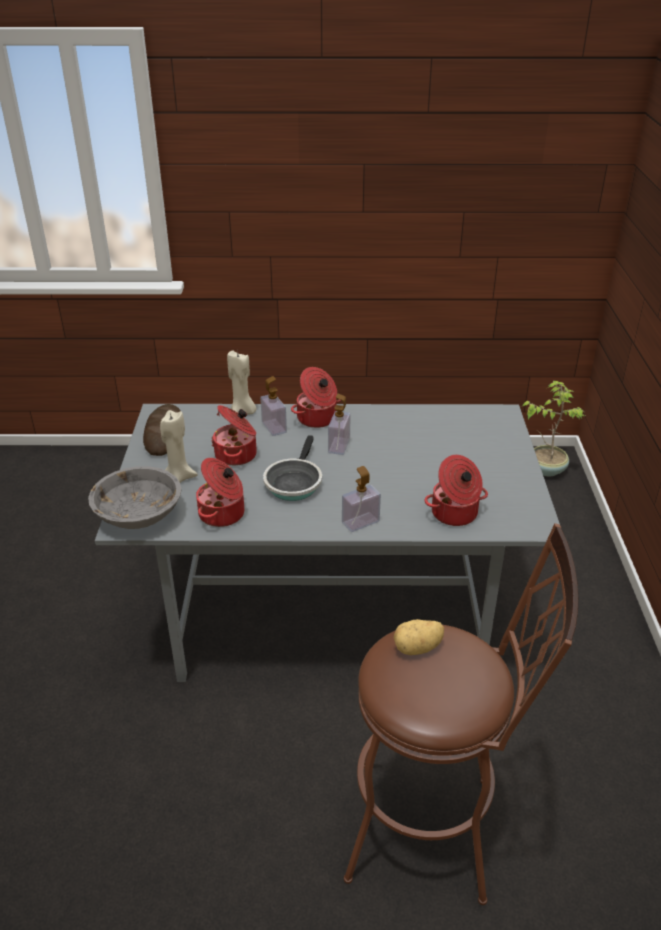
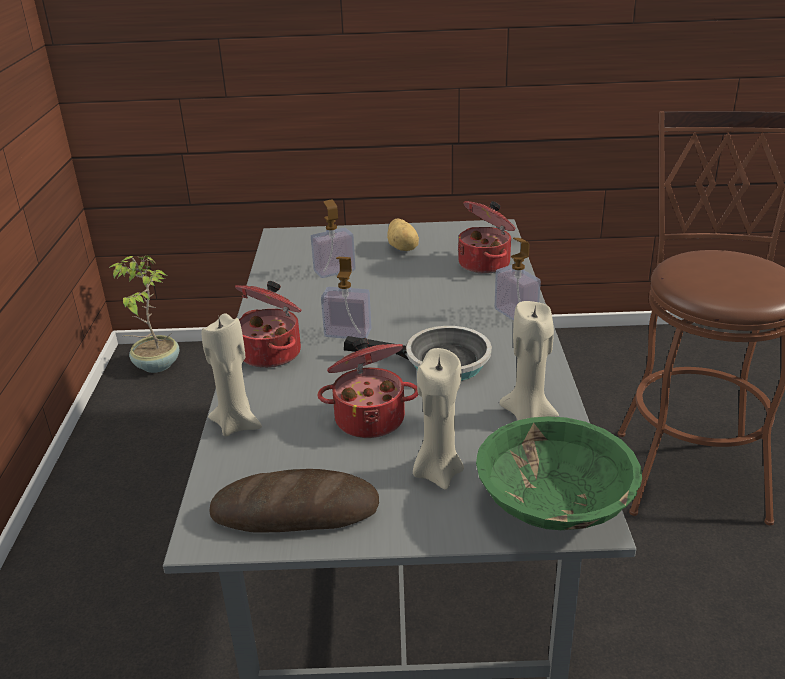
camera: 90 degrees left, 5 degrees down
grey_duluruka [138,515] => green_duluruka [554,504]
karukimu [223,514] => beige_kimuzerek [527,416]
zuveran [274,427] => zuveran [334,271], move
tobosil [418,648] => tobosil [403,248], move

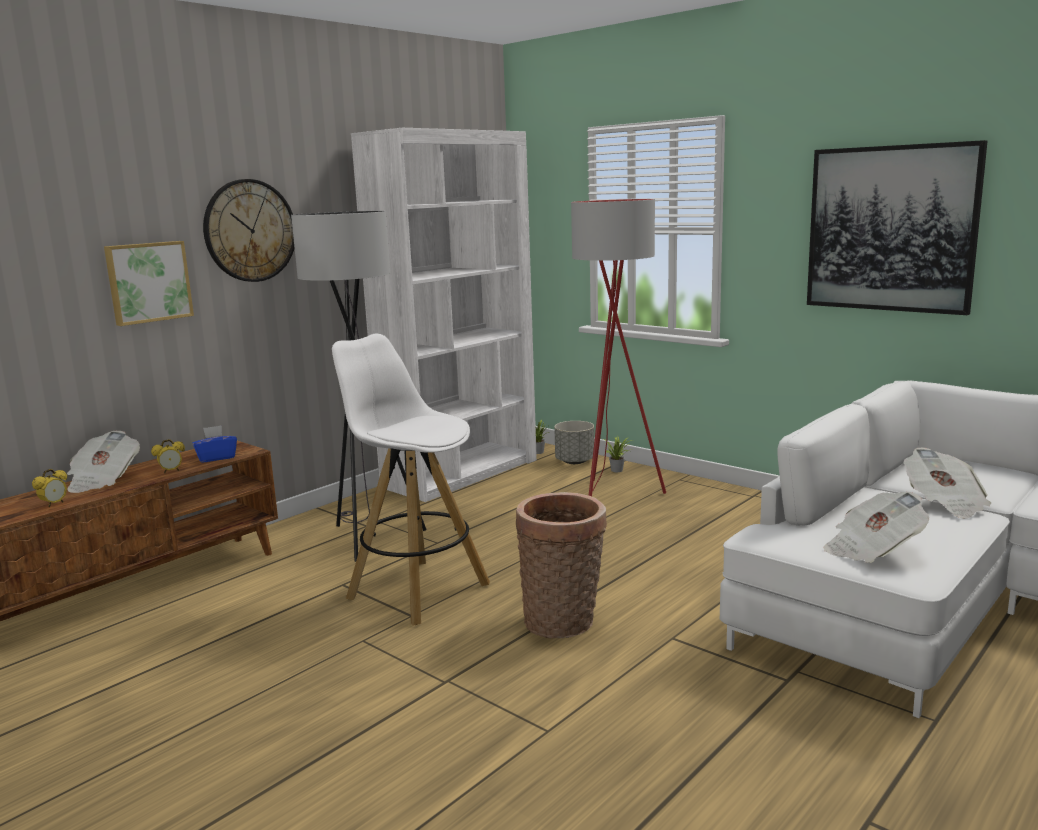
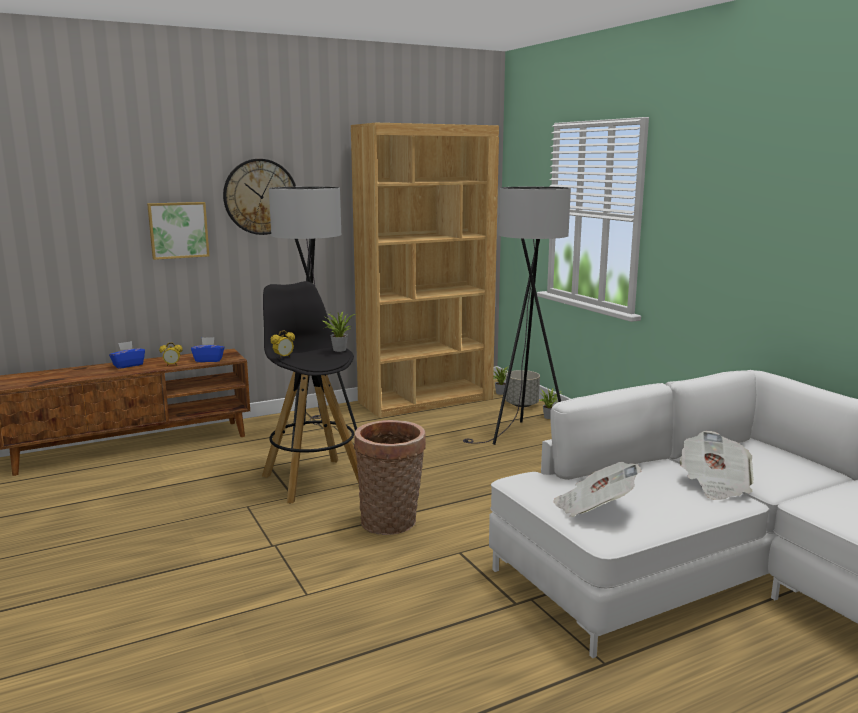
camera: 20 degrees right, 0 degrees up
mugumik [54,504] => mugumik [283,357], move
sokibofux [103,480] => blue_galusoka [128,365]
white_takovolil [416,590] => black_takovolil [313,480]
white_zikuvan [461,473] => brown_zikuvan [426,400]
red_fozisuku [612,497] => grey_fozisuku [523,437]
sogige [891,229] => nothing
nothing => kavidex [338,349]

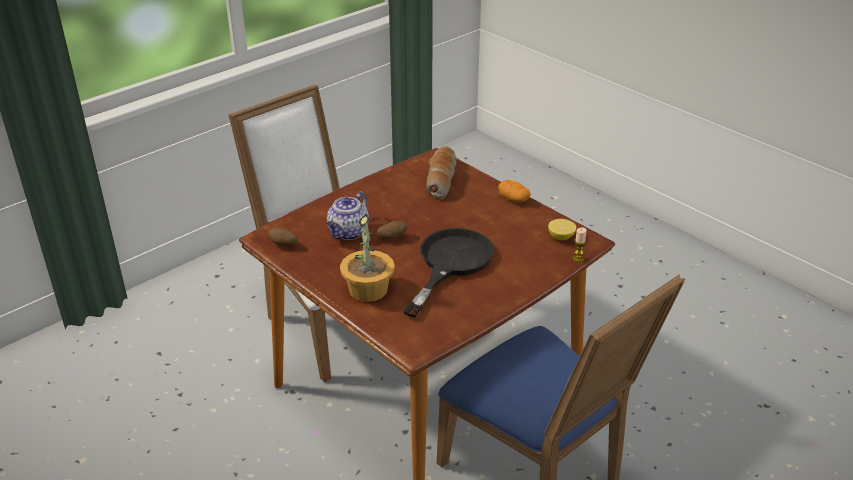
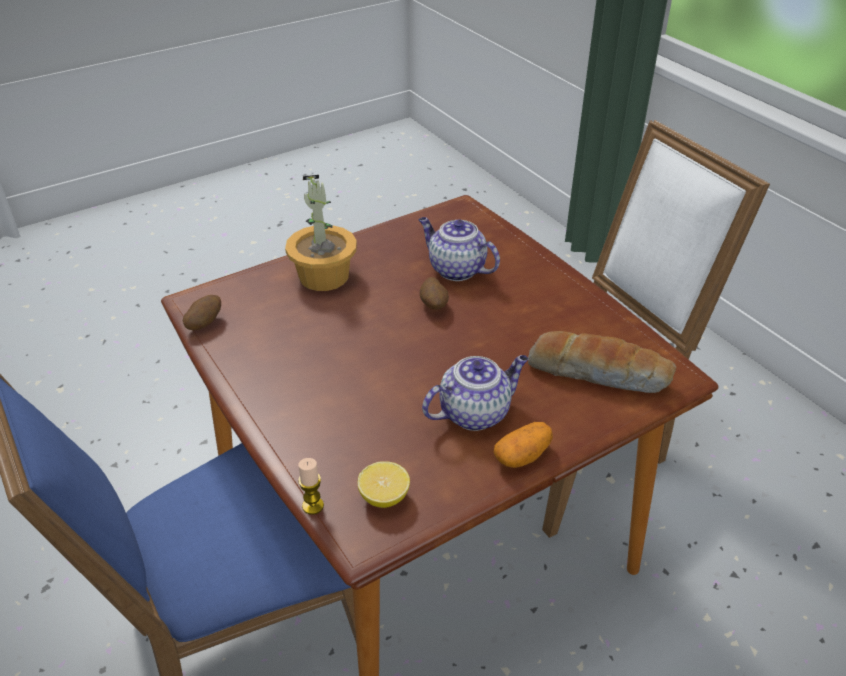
camera: 100 degrees right, 5 degrees up
tobosil [283,245] => tobosil [204,323], move
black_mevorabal [450,263] => nothing
nothing => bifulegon [475,412]

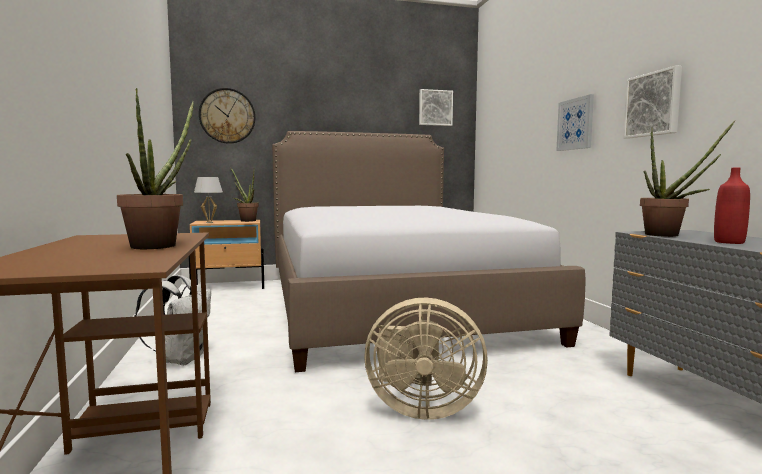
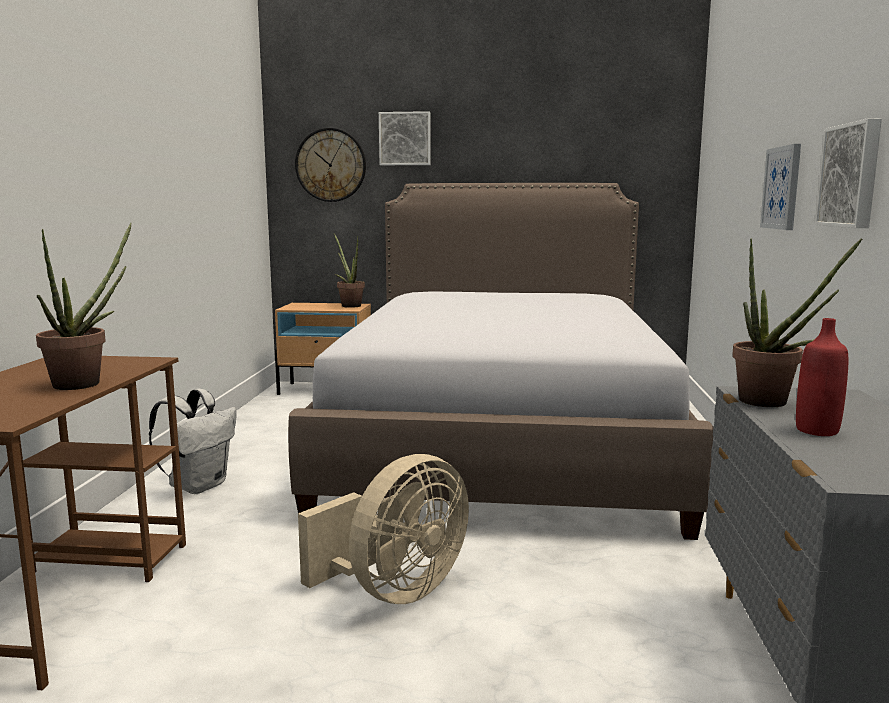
camera: 20 degrees right, 5 degrees up
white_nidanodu [209,222] => nothing
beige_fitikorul [420,408] => beige_fitikorul [395,591], 75 degrees counterclockwise
sogige [435,108] => sogige [405,139], move

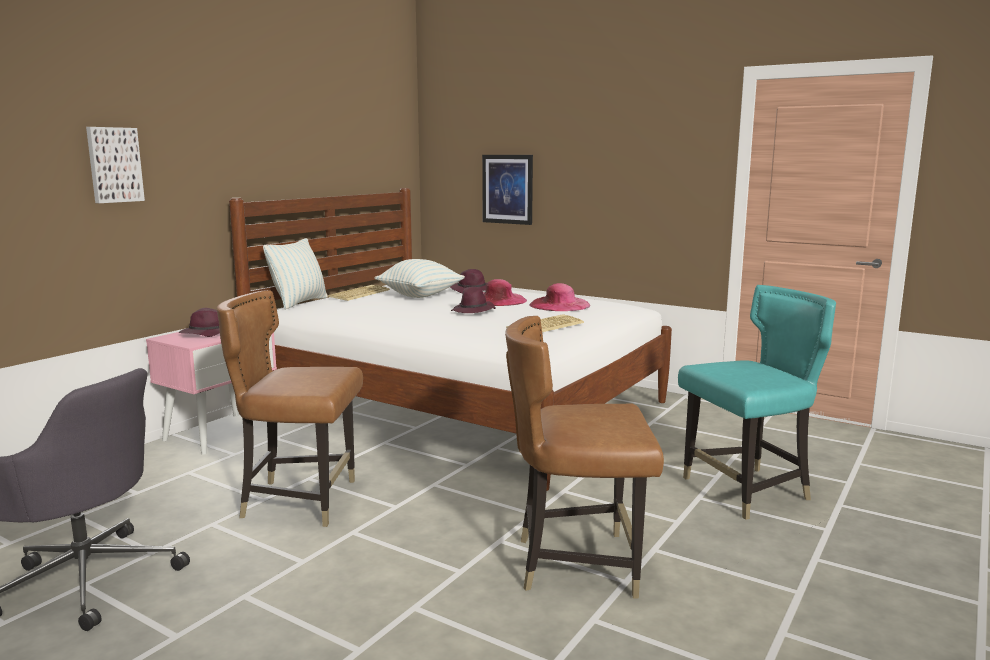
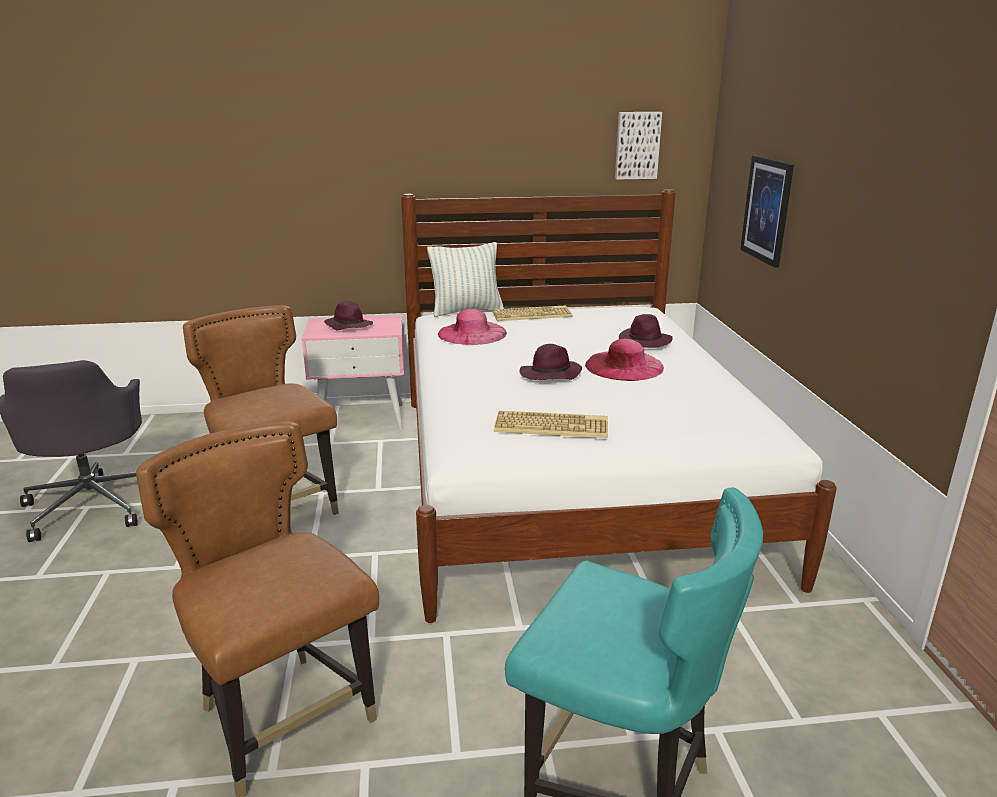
camera: 50 degrees right, 10 degrees up
sogige [114,165] => sogige [637,145], move
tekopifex [420,295] => nothing
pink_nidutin [559,305] => pink_nidutin [472,333], move

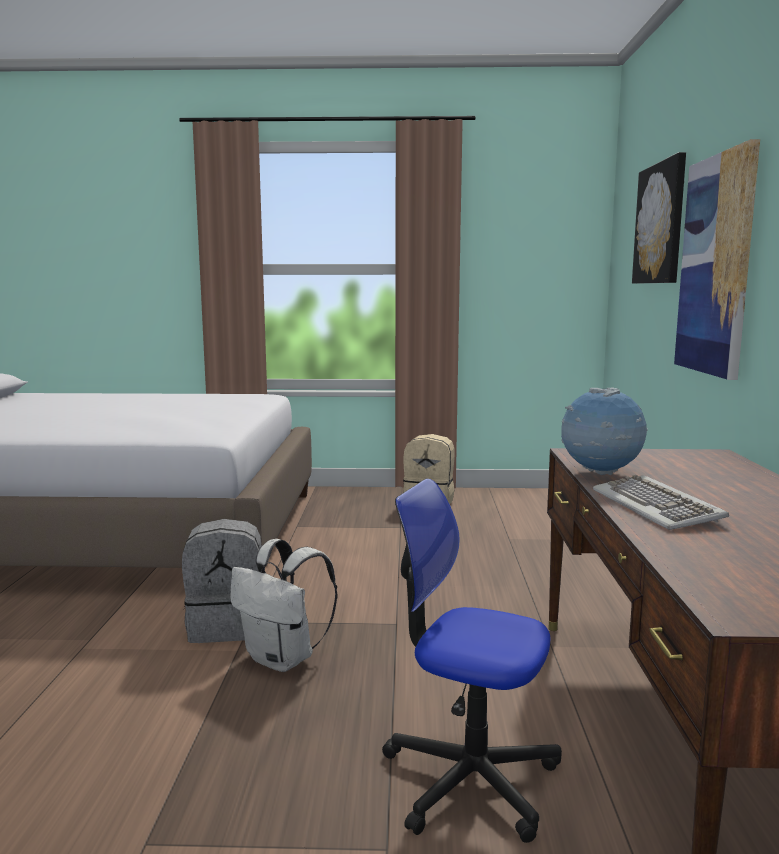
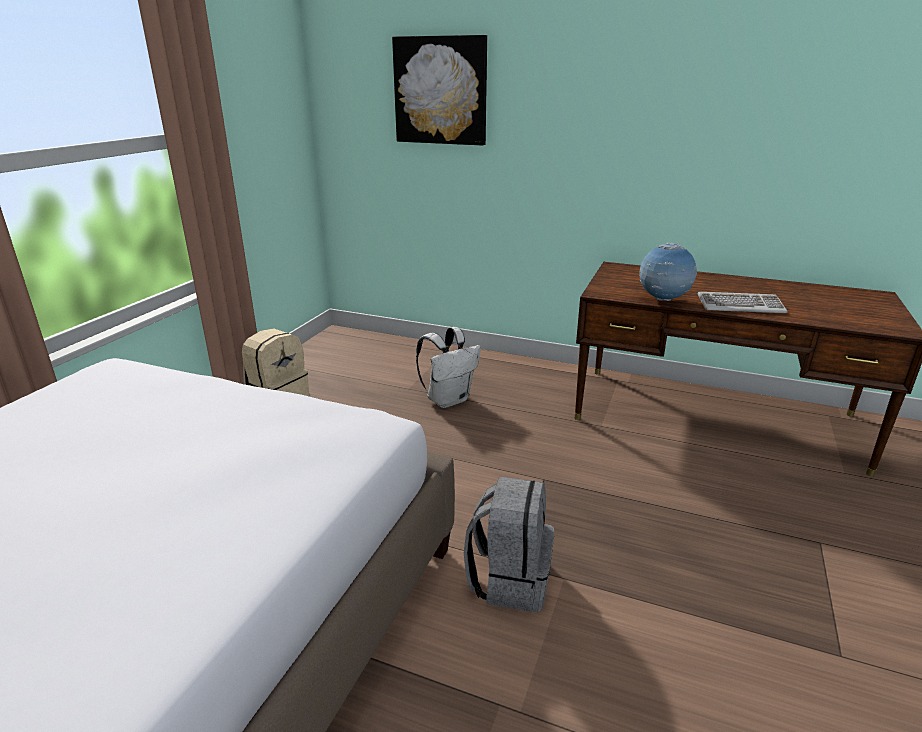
camera: 70 degrees left, 15 degrees up
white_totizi [283,659] => white_totizi [448,399], move
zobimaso [470,778] => nothing
sogige [716,265] => nothing

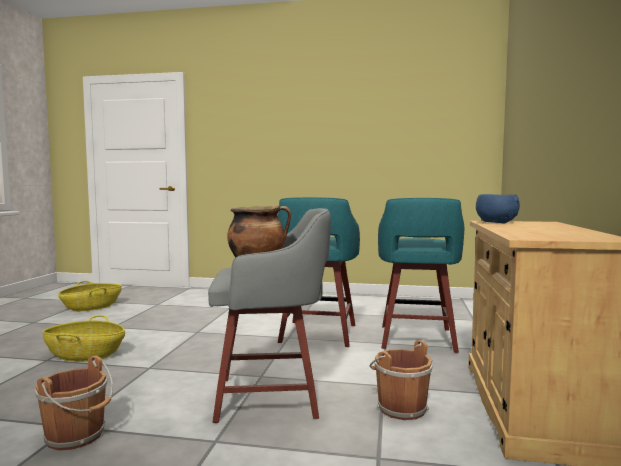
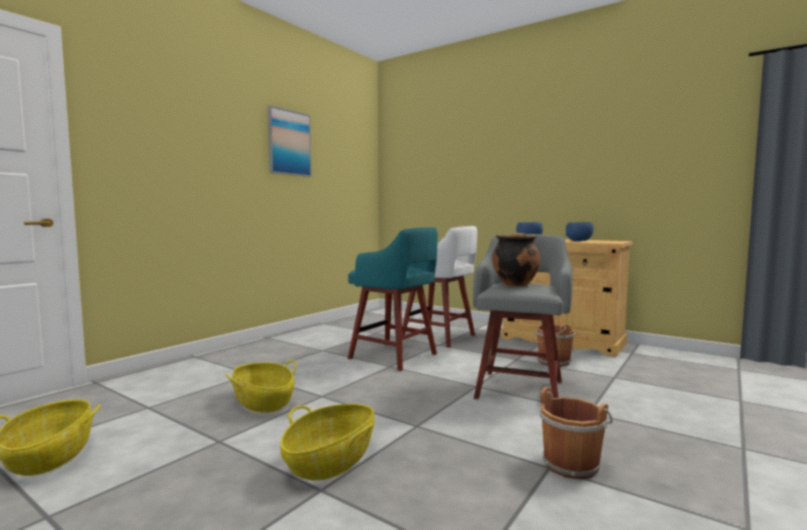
camera: 65 degrees left, 0 degrees up
turquoise_takovolil [417,339] => white_takovolil [440,337]
nothing => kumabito [263,402]
nothing => sogige [289,143]
nothing => blue_duluruka [579,241]

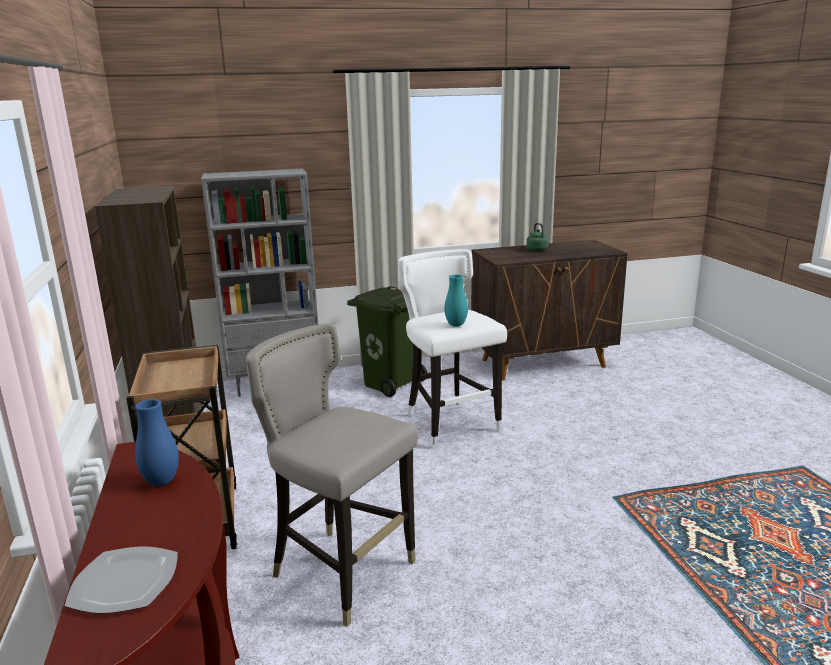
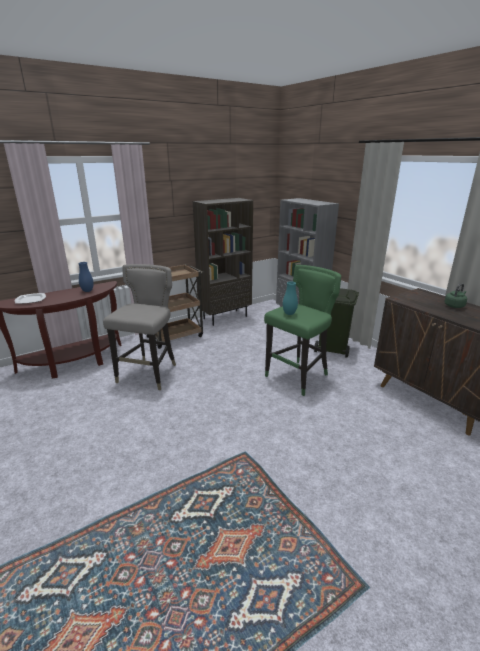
camera: 70 degrees right, 5 degrees up
white_takovolil [450,423] => green_takovolil [298,376]

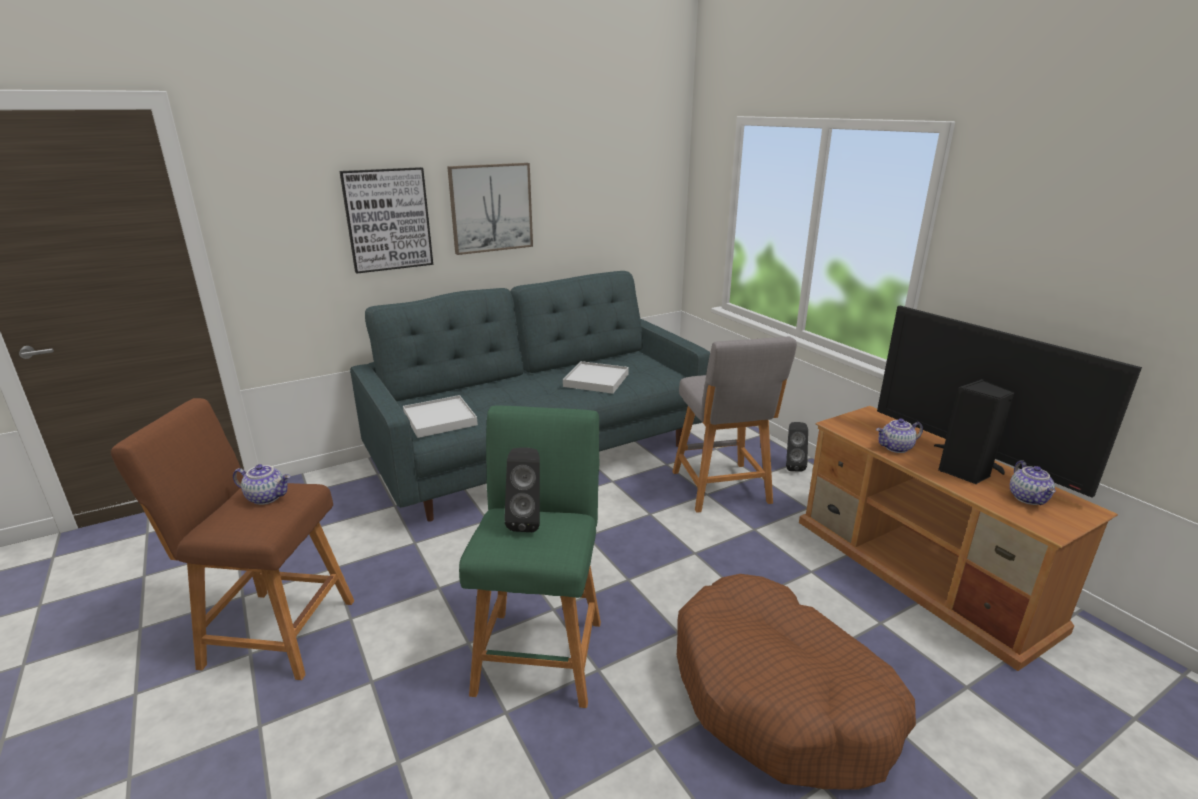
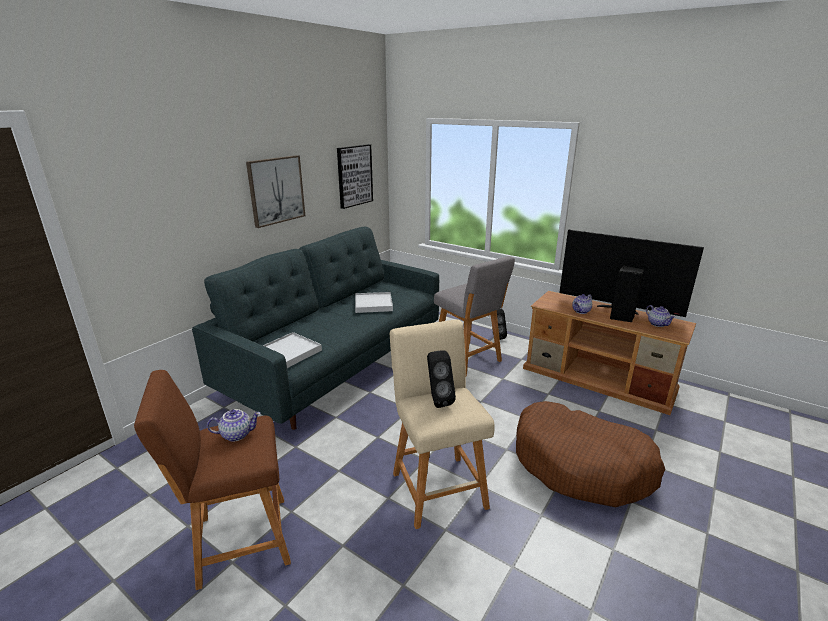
camera: 25 degrees left, 0 degrees up
sogige [388,219] => sogige [354,175], move
green_takovolil [540,650] => beige_takovolil [437,486]

